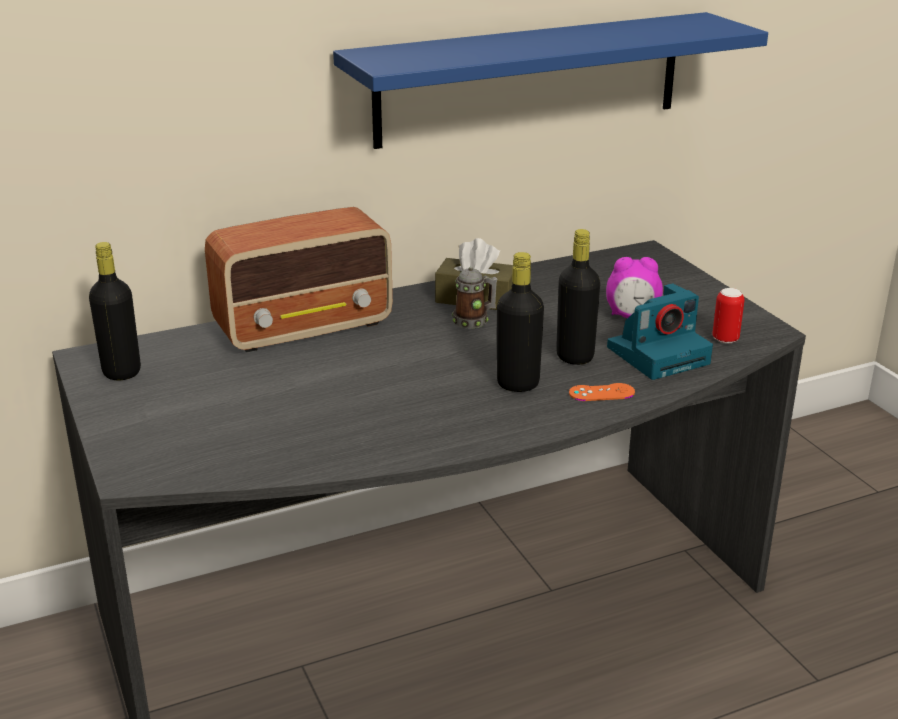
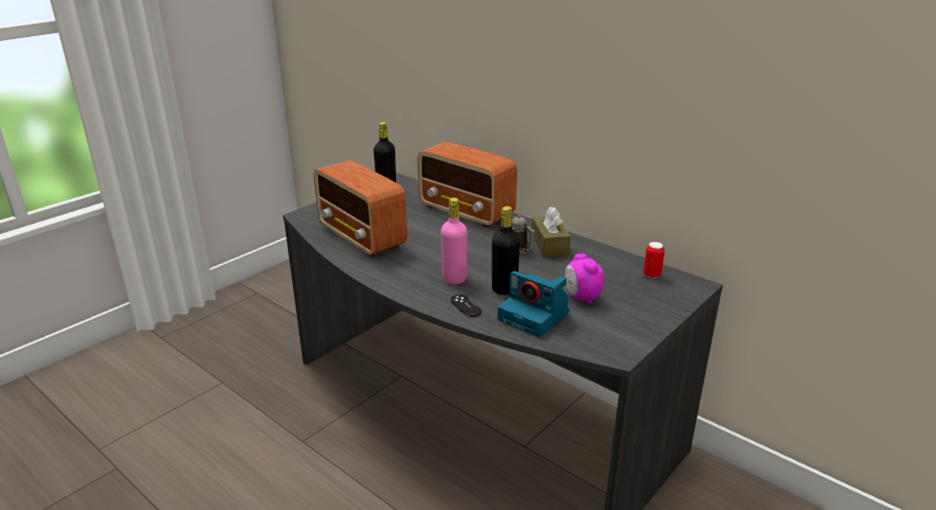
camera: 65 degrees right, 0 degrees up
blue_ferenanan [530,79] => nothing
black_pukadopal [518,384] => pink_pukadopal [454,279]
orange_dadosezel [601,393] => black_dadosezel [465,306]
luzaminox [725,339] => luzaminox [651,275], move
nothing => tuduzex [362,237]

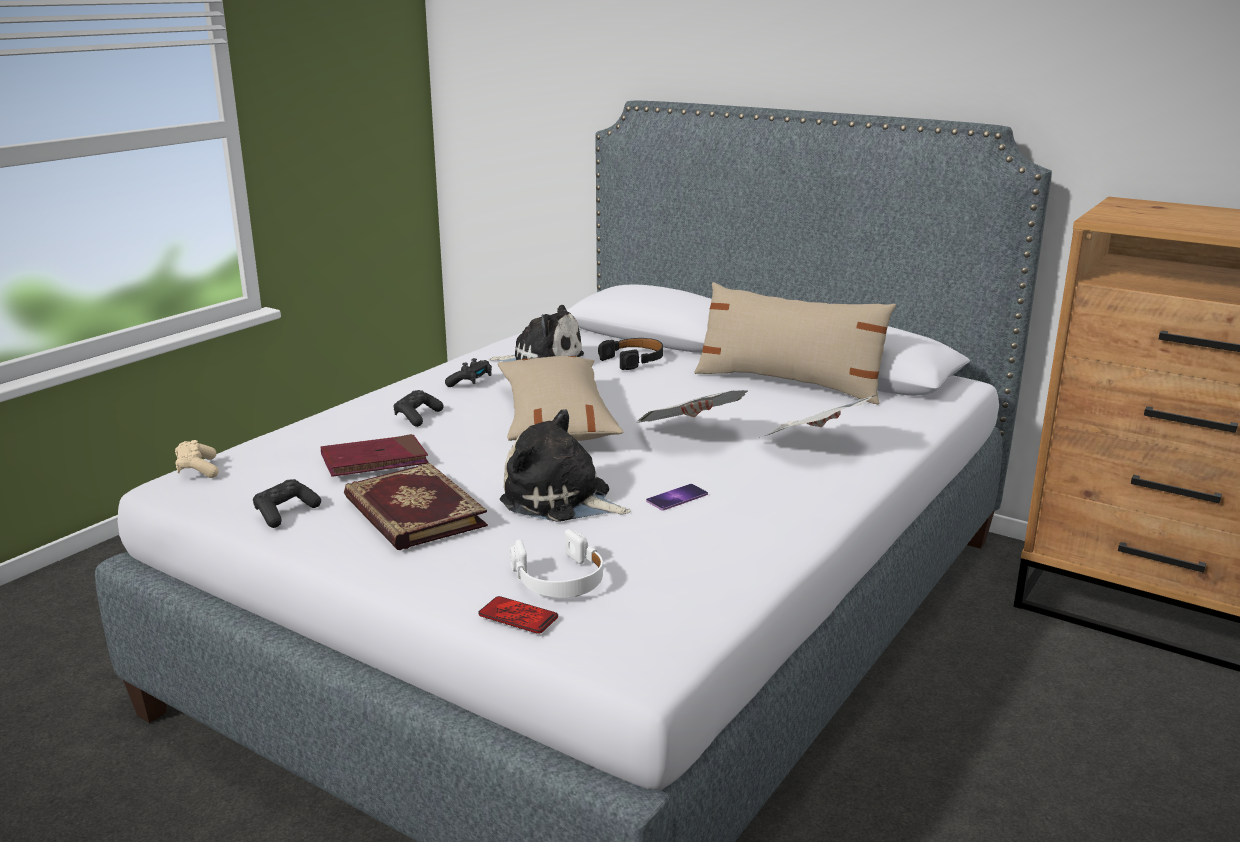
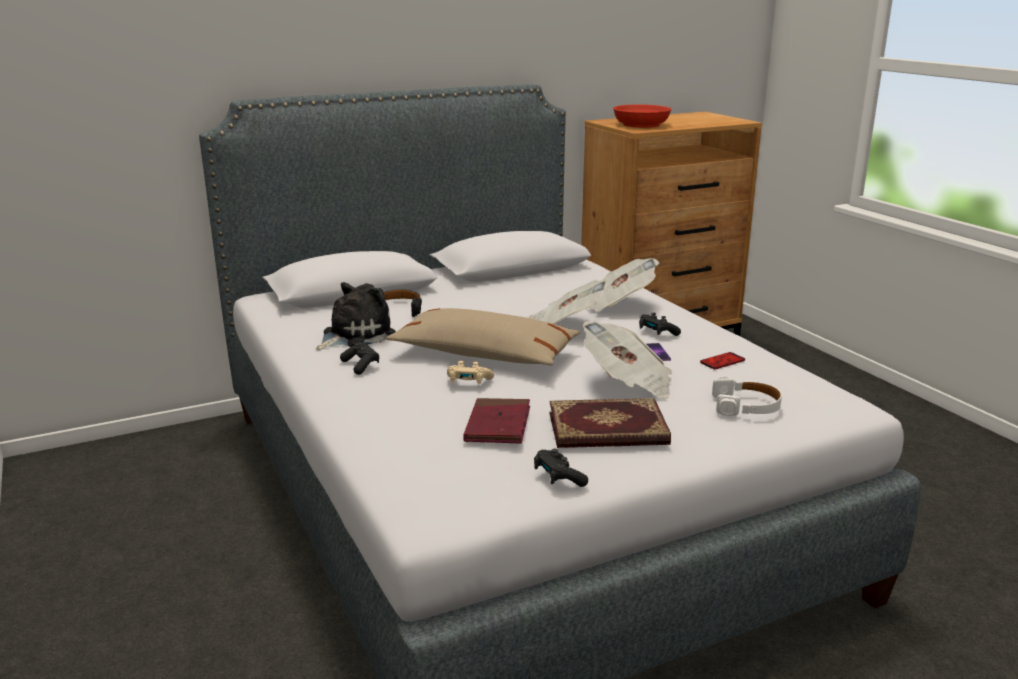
camera: 60 degrees left, 0 degrees up
beige_dadosezel [198,470] => beige_dadosezel [468,382], move
black_dadosezel [417,417] => black_dadosezel [657,333], move
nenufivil [518,616] => nenufivil [722,361], move
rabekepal [561,500] => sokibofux [628,383]
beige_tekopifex [789,383] => nothing
nothing => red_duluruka [641,124]

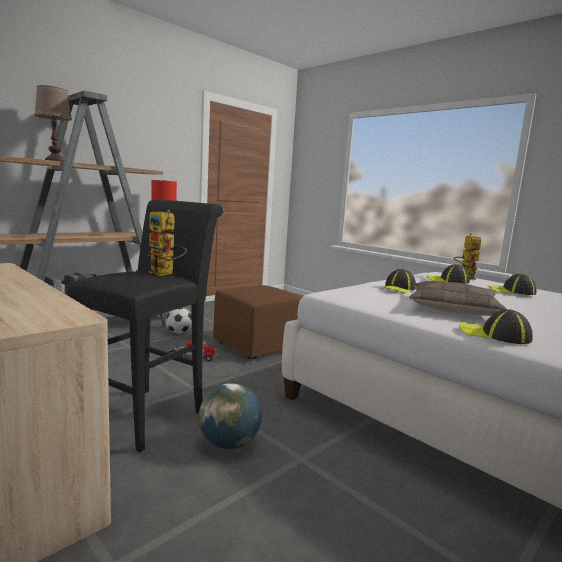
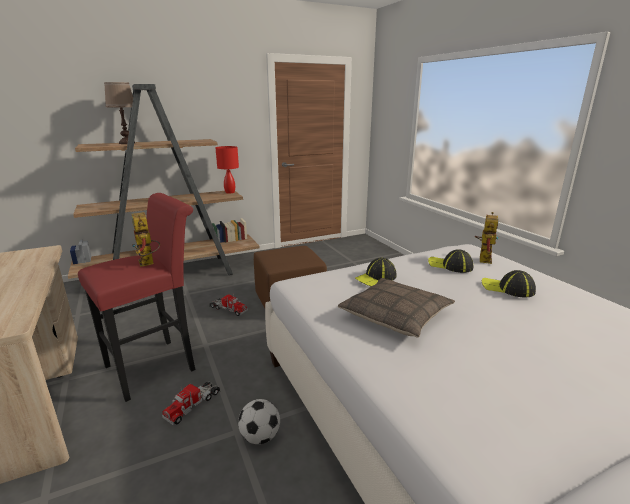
camera: 20 degrees right, 10 degrees up
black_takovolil [150,413] => red_takovolil [157,365]
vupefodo [179,332] => vupefodo [260,436], move
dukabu [229,443] => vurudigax [193,405]
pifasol [494,335] => nothing

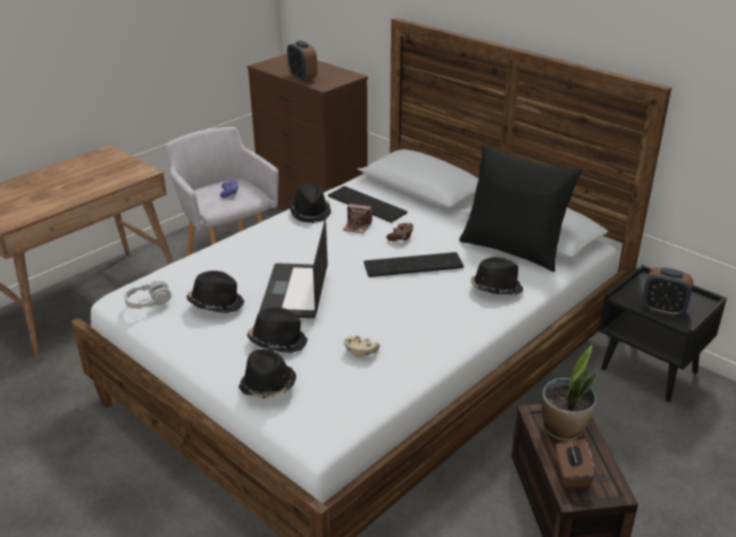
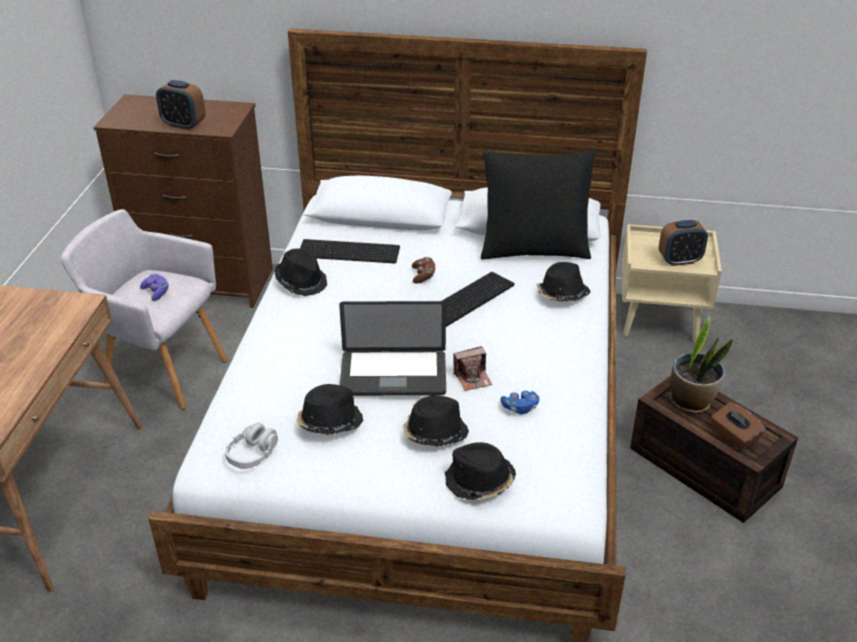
camera: 35 degrees left, 5 degrees up
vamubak [295,292] => vamubak [393,375], 60 degrees counterclockwise
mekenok [357,226] => mekenok [472,378], move
beige_dadosezel [360,352] => blue_dadosezel [520,408]
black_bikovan [650,370] => beige_bikovan [660,320]

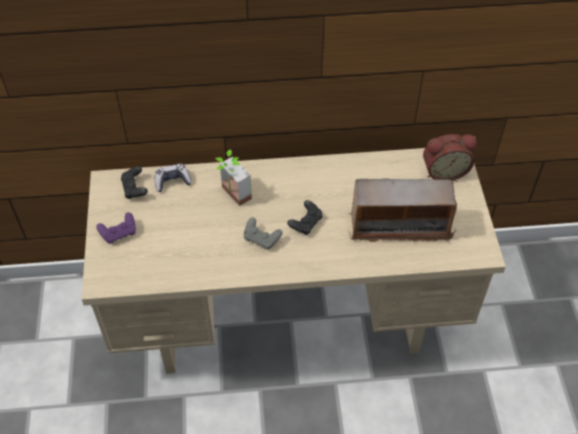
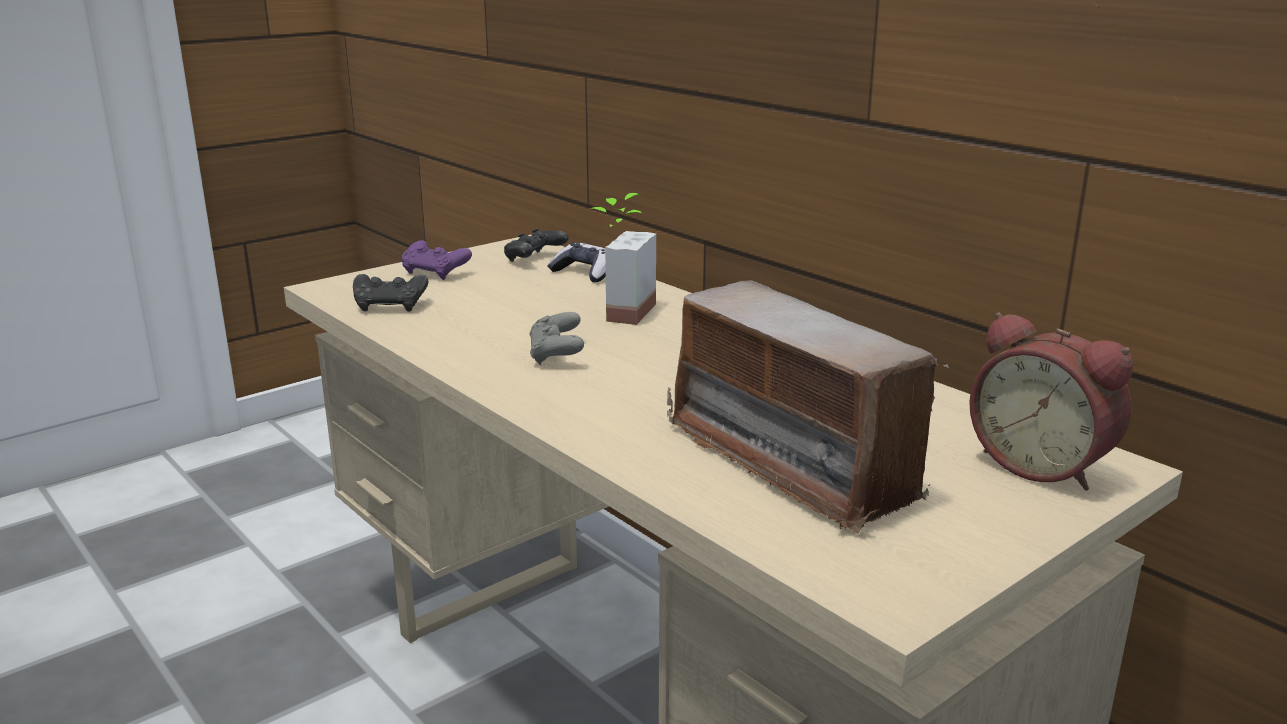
camera: 55 degrees right, 30 degrees down
black_dadosezel [306,223] => black_dadosezel [390,306], move

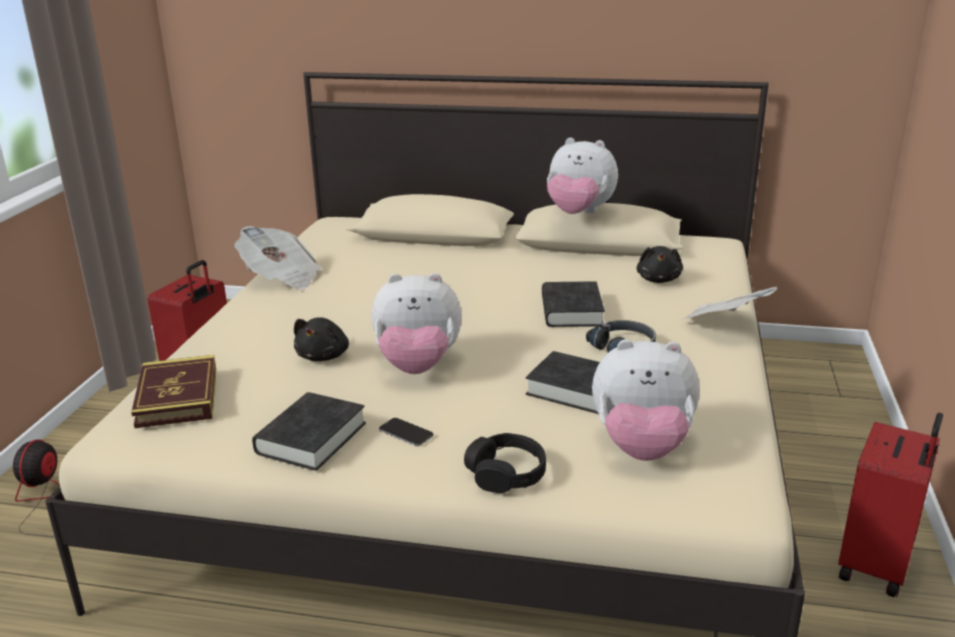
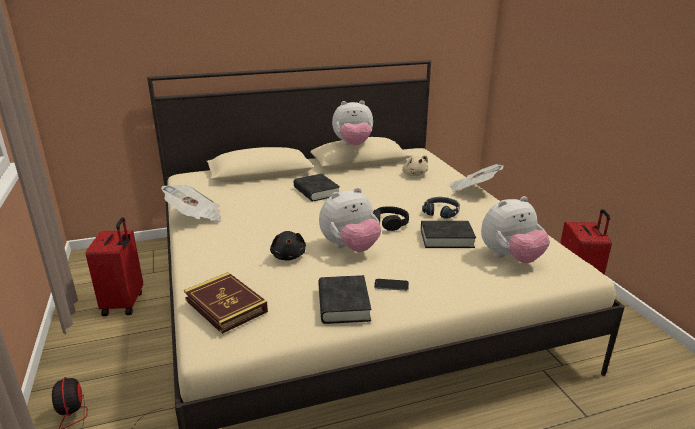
camera: 30 degrees left, 0 degrees up
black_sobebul [506,473] => black_sobebul [389,223], move
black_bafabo [571,311] => black_bafabo [316,191], move
black_rabekepal [659,279] => beige_rabekepal [414,174]

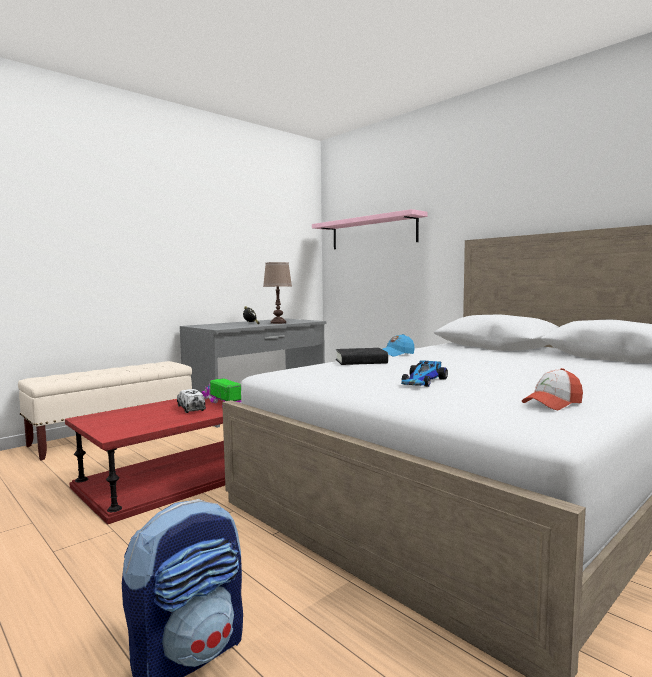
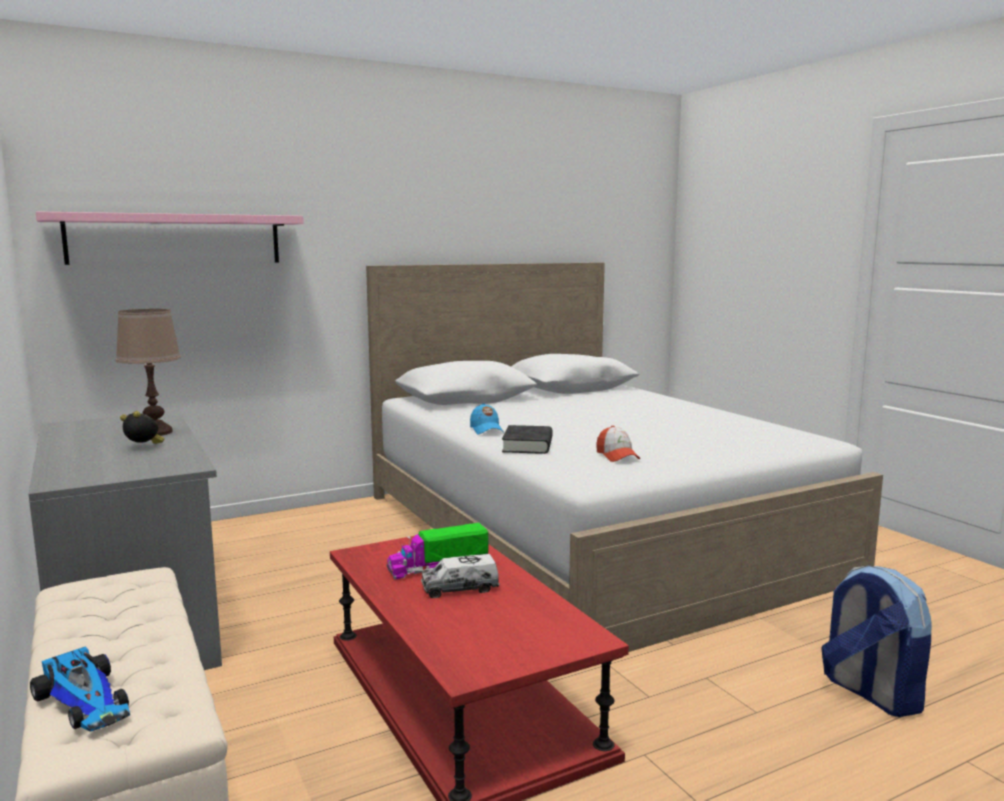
camera: 75 degrees left, 5 degrees up
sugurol [422,382] => sugurol [87,702], move
pifasol [552,404] => pifasol [617,456], move

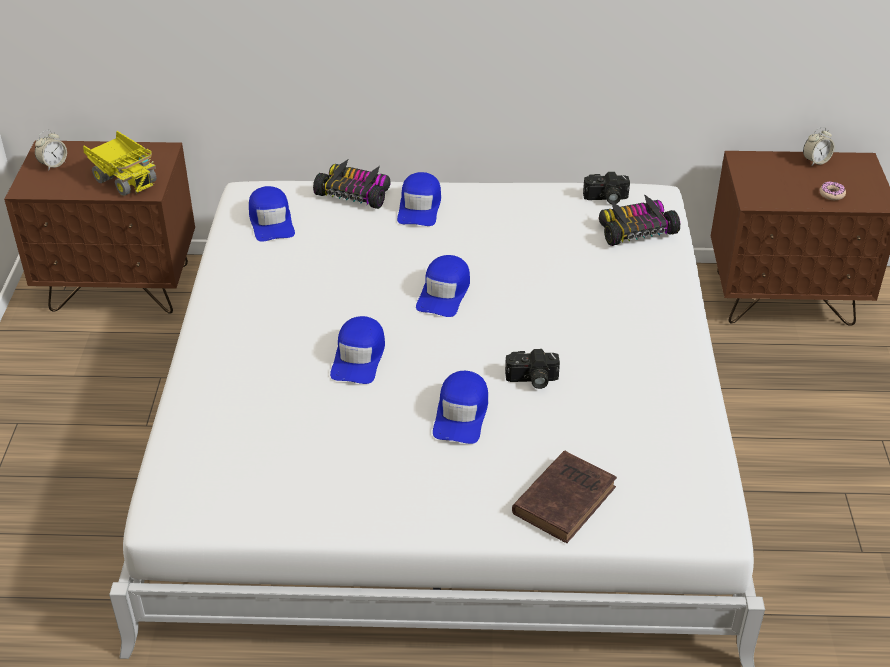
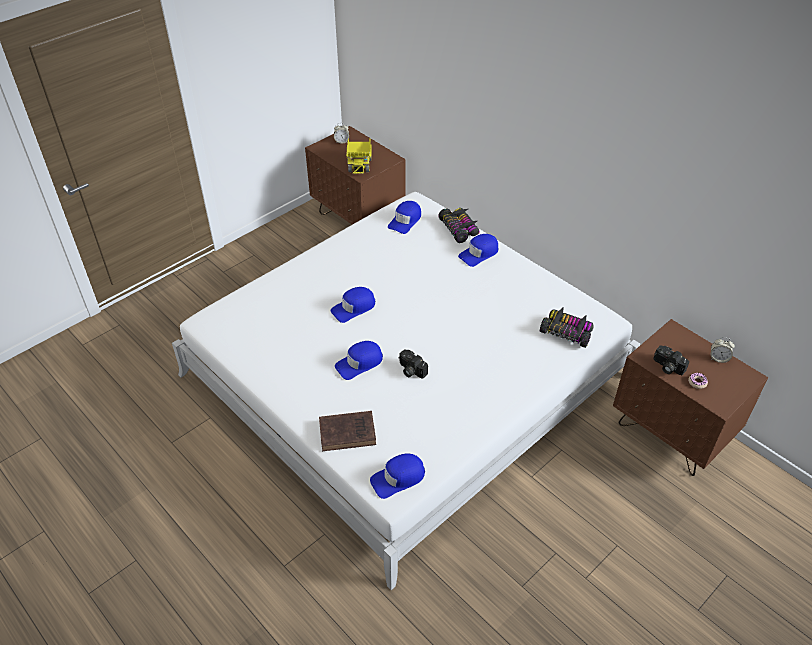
camera: 45 degrees right, 5 degrees up
blue_pifasol [444,293] => blue_pifasol [398,478], move
mekenok [606,198] => mekenok [667,367], move

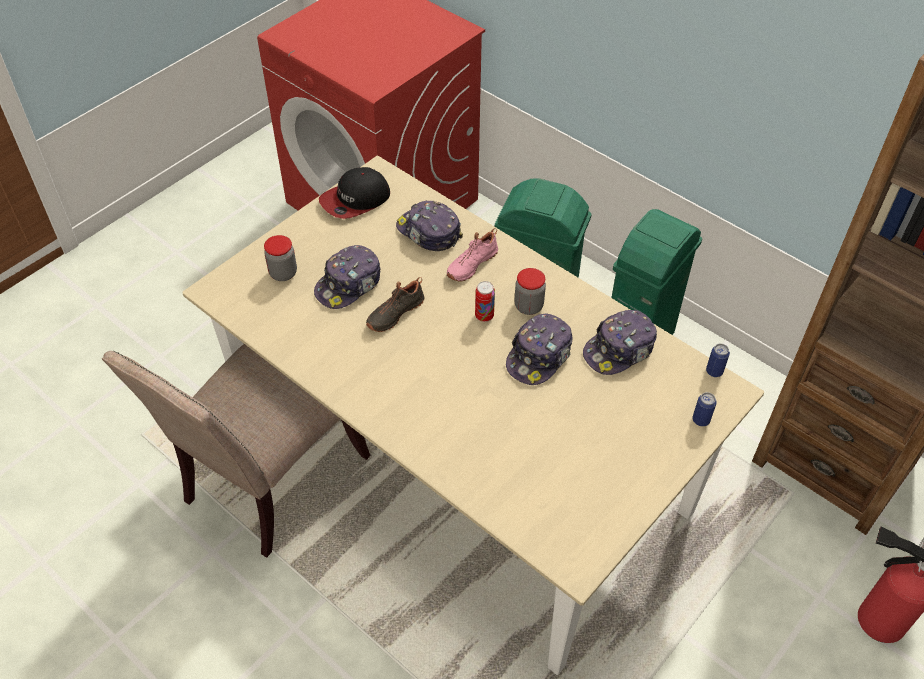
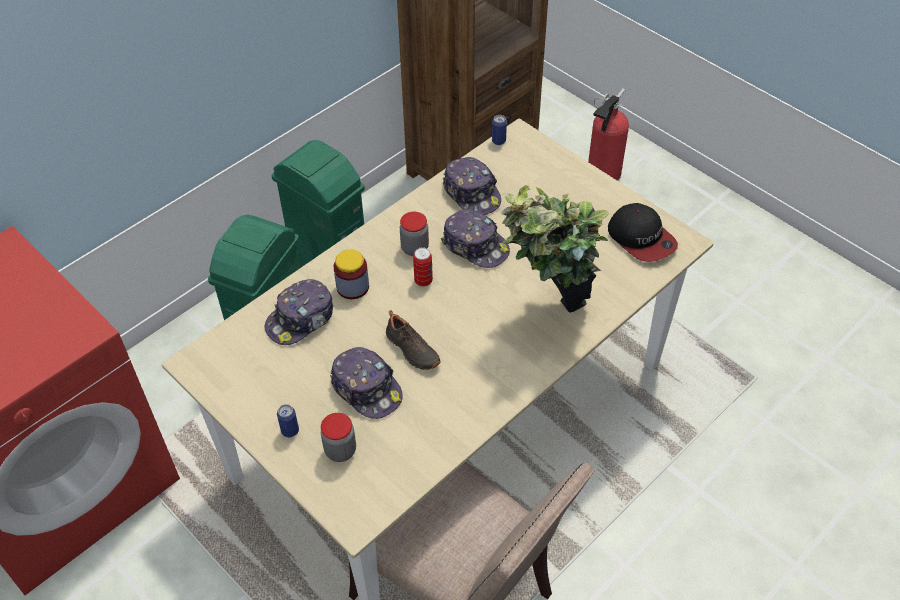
camera: 85 degrees left, 0 degrees up
pifasol [355,200] => pifasol [641,238], move
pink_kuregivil [471,264] => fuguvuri [352,287]
luzaminox [701,420] => luzaminox [290,431], move
nothing => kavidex [549,313]

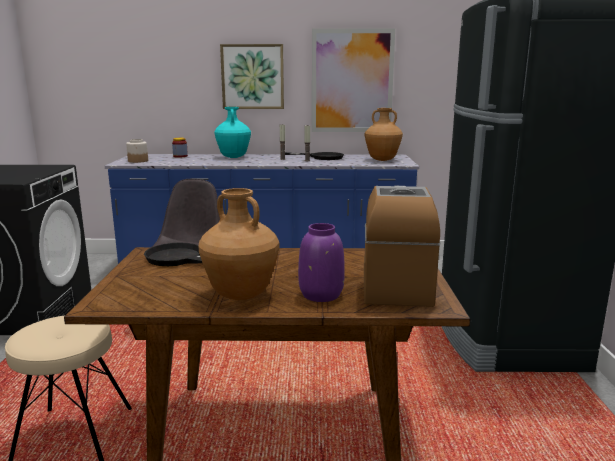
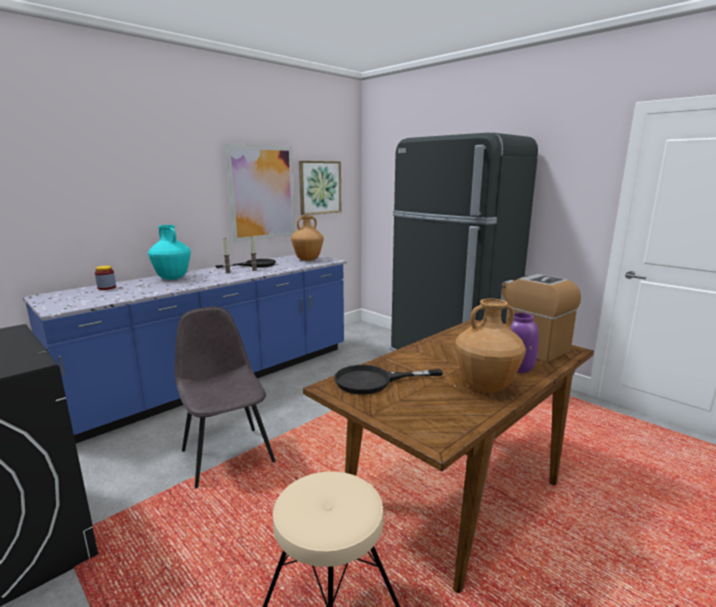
camera: 45 degrees left, 0 degrees up
fuguvuri [138,161] => nothing
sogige [252,77] => sogige [319,187], move

